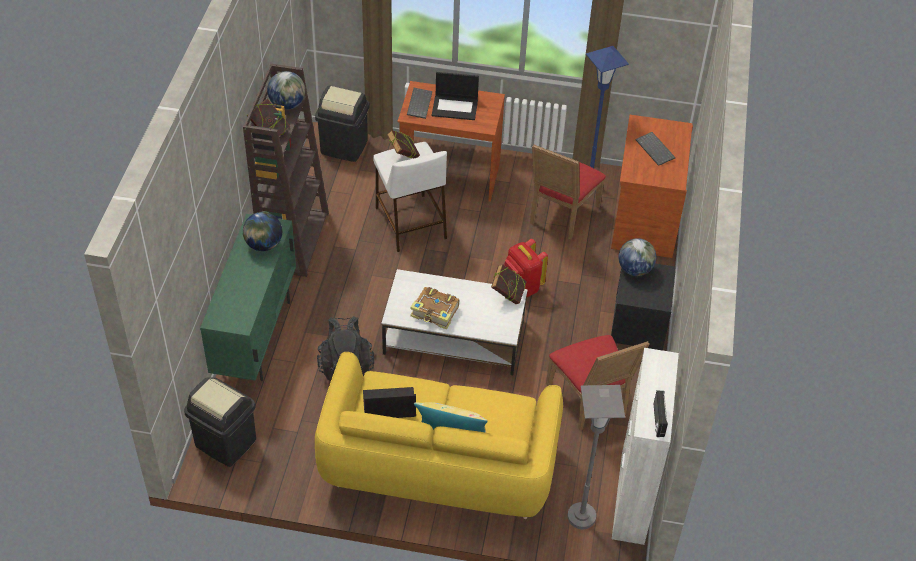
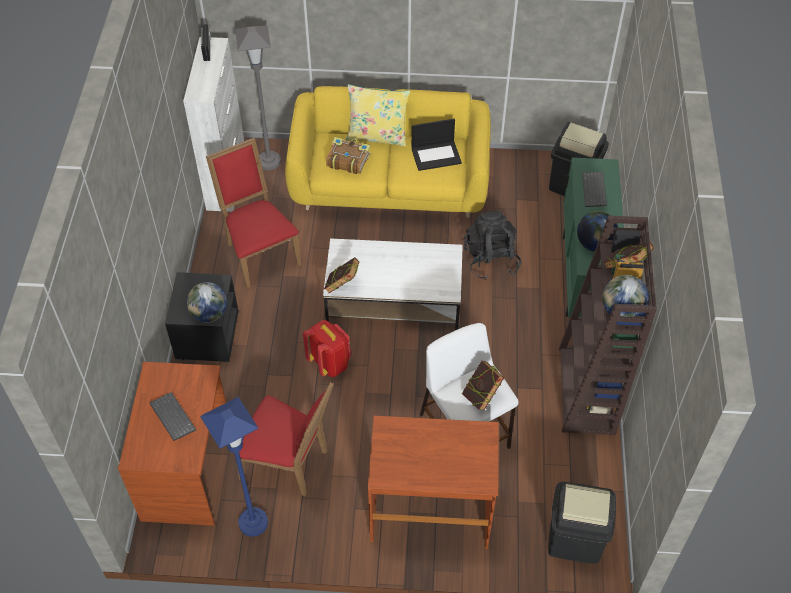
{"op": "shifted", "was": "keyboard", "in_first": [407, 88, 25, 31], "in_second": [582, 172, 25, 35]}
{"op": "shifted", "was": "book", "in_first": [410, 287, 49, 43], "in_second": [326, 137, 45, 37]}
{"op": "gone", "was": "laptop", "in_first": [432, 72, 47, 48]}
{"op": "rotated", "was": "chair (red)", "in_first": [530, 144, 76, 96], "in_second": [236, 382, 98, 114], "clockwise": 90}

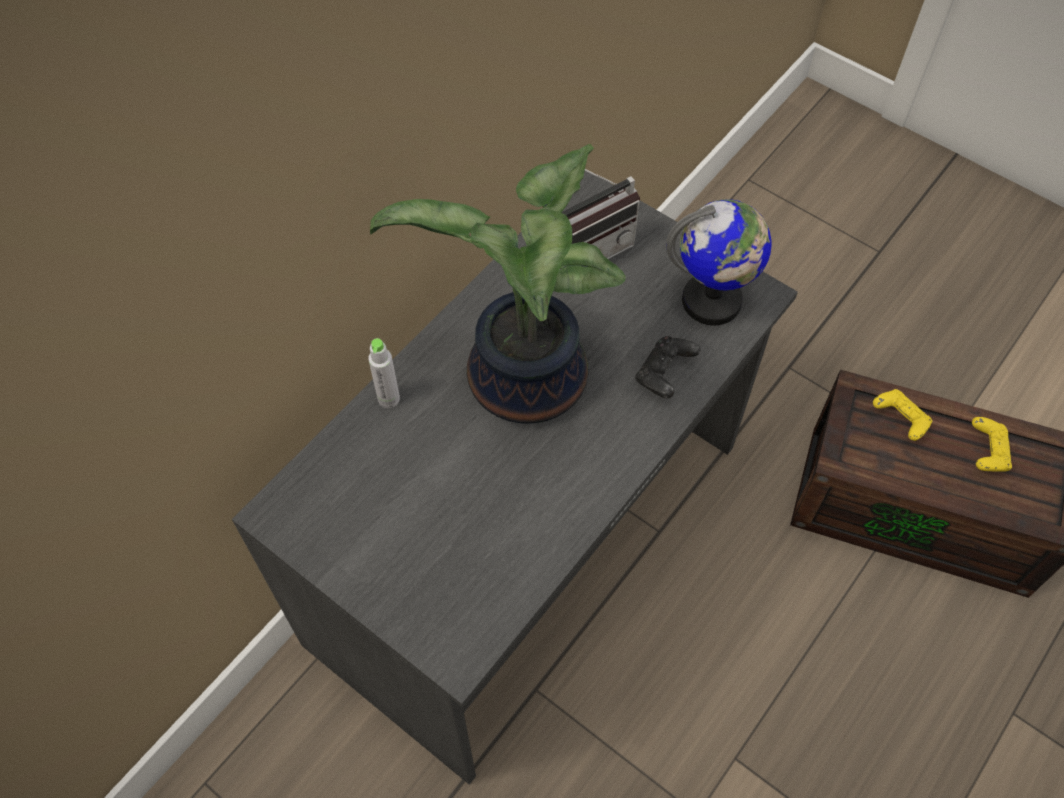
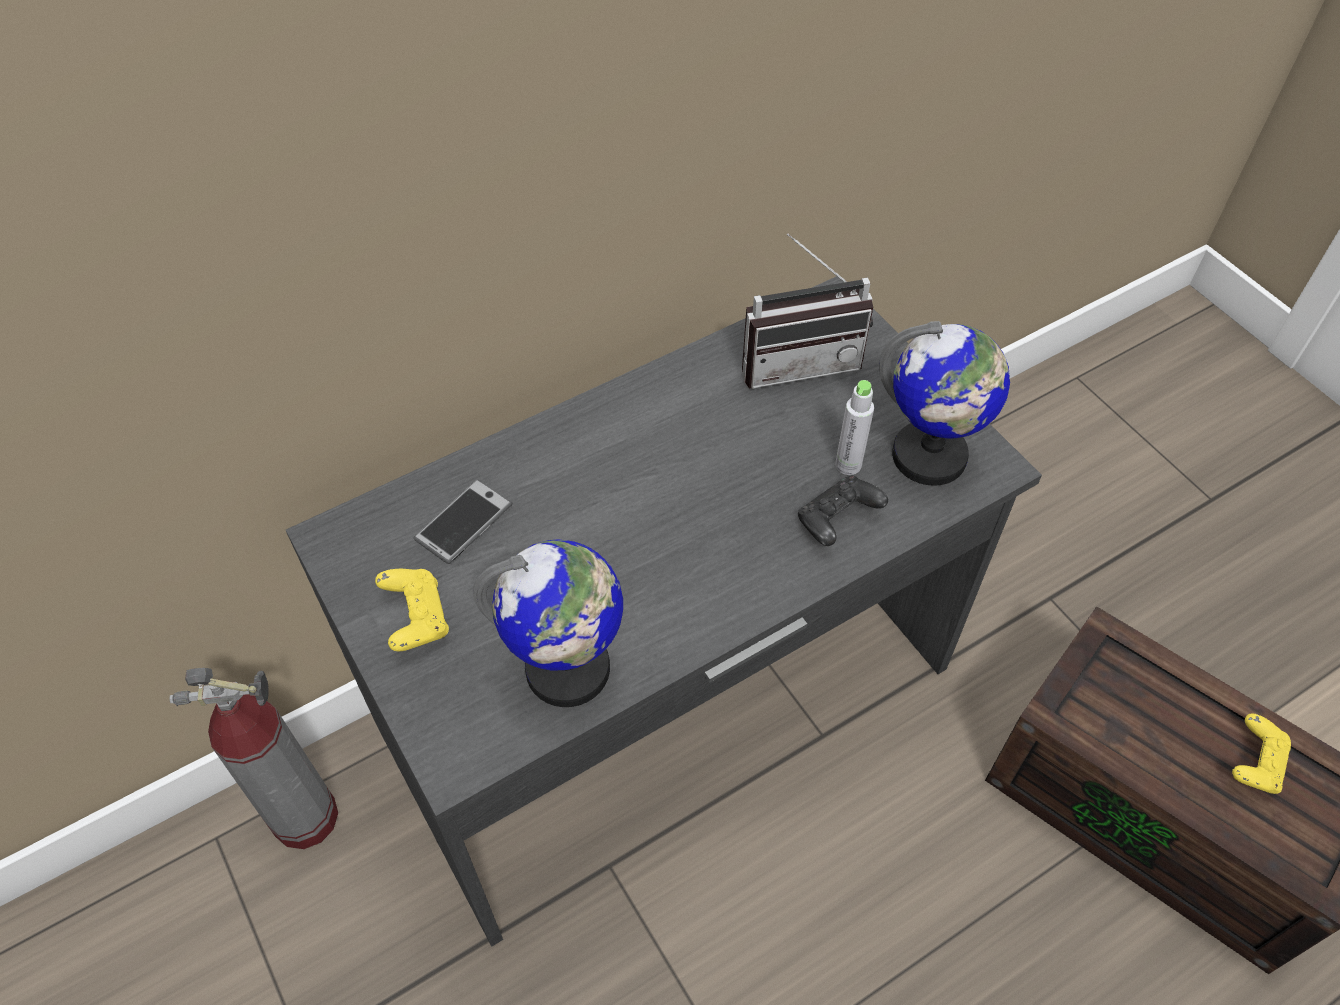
{"op": "shifted", "was": "bottle (grey)", "in_first": [368, 338, 32, 70], "in_second": [835, 380, 39, 95]}
{"op": "gone", "was": "potted plant", "in_first": [370, 144, 256, 279]}
{"op": "shifted", "was": "game controller (yellow)", "in_first": [873, 389, 60, 52], "in_second": [375, 569, 74, 82]}
{"op": "new", "now": "fire extinguisher", "in_second": [169, 668, 169, 181]}
{"op": "new", "now": "phone", "in_second": [414, 479, 99, 85]}
{"op": "new", "now": "globe", "in_second": [473, 539, 150, 168]}

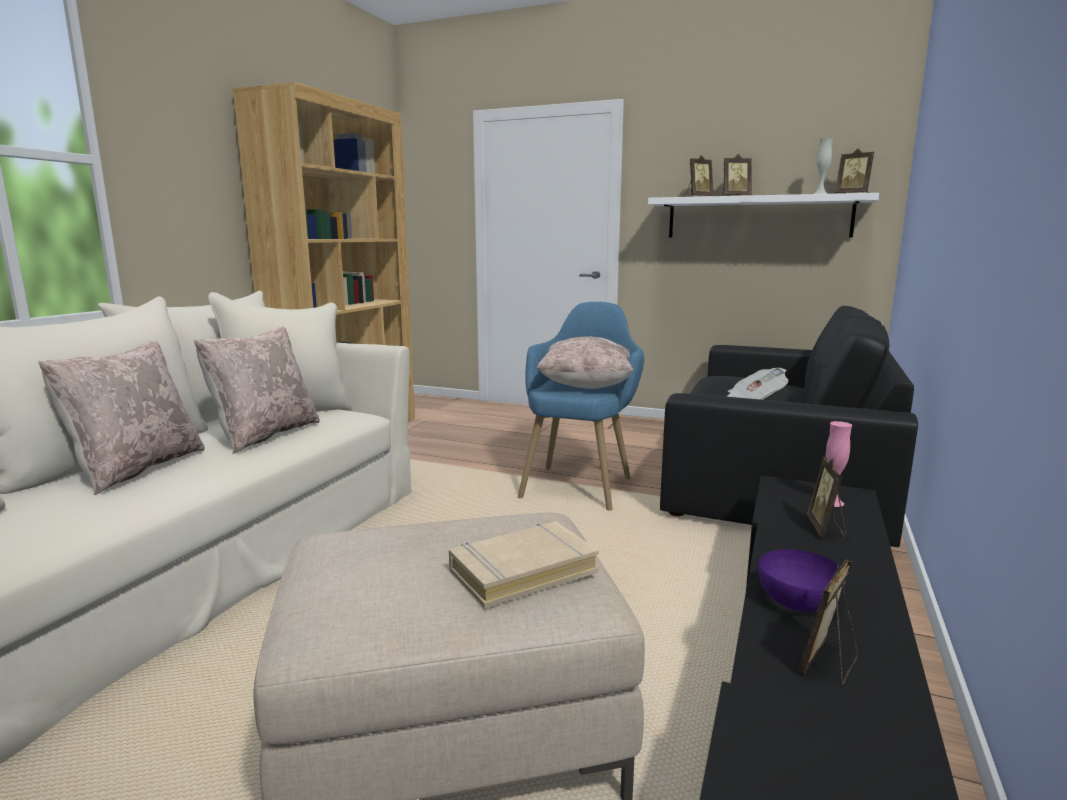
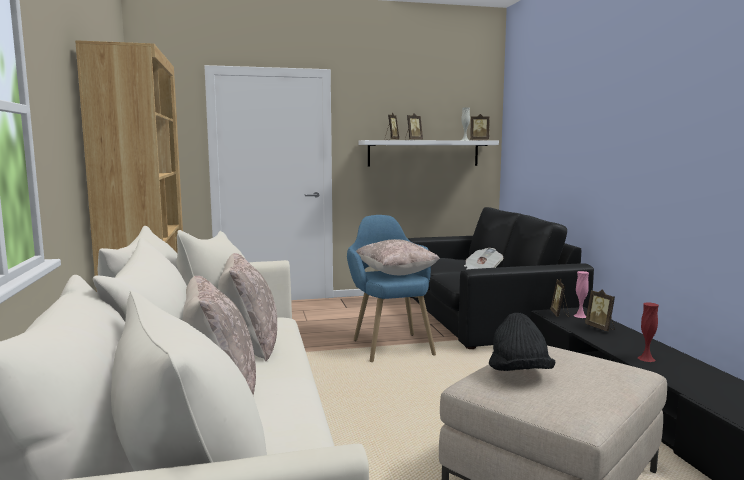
{"op": "gone", "was": "book (beige)", "in_first": [449, 521, 150, 88]}
{"op": "swapped", "was": "bowl (purple)", "now": "vase (red)", "in_first": [758, 549, 88, 63], "in_second": [638, 303, 21, 59]}
{"op": "shifted", "was": "picture frame", "in_first": [798, 560, 60, 126], "in_second": [551, 279, 18, 38]}
{"op": "new", "now": "hat (black)", "in_second": [489, 313, 66, 58]}

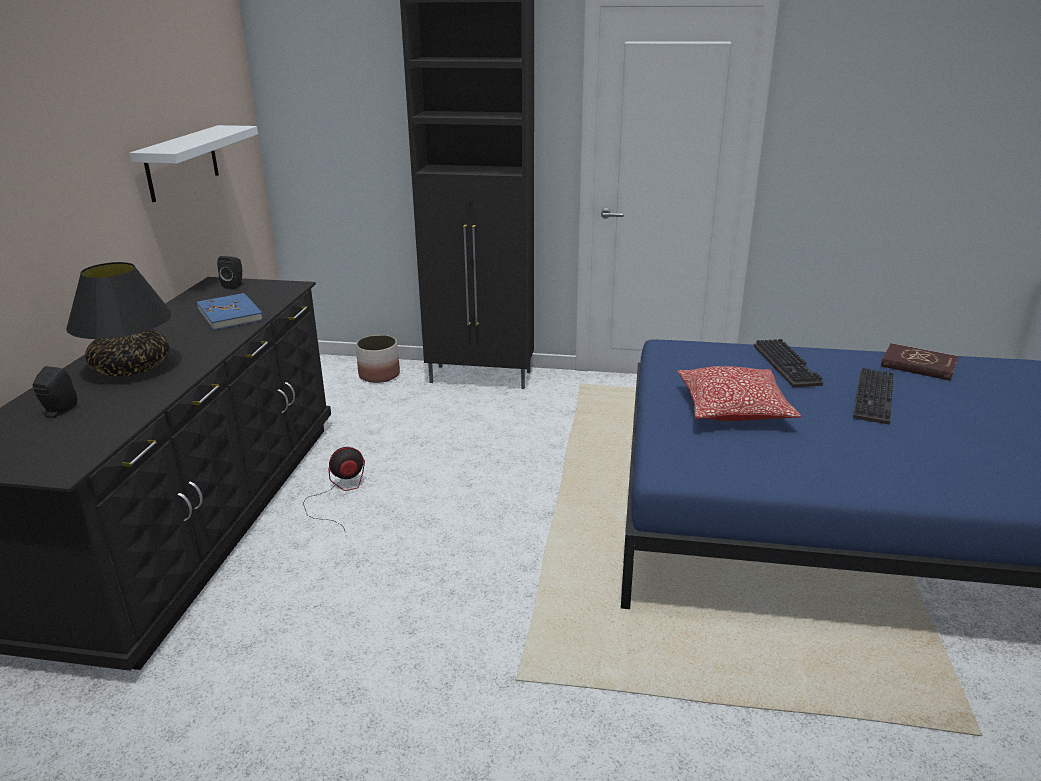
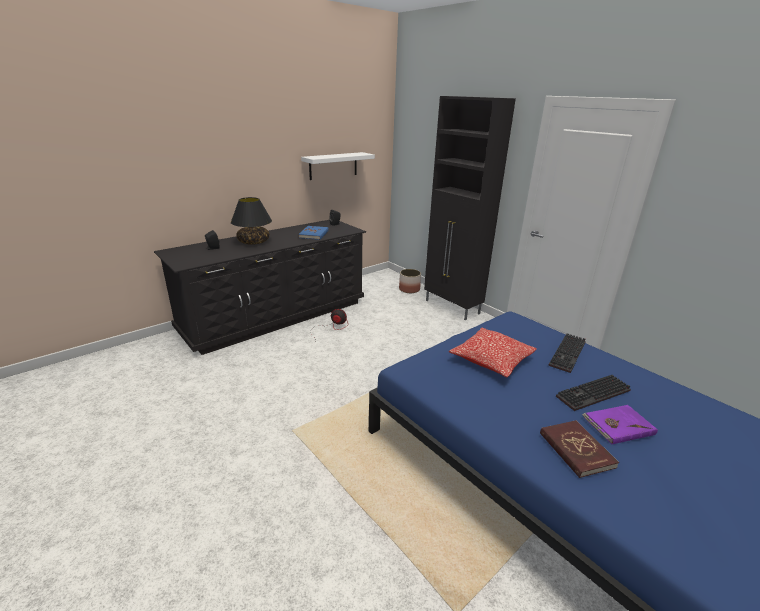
{"op": "shifted", "was": "book (red)", "in_first": [881, 343, 78, 38], "in_second": [540, 420, 79, 58]}
{"op": "new", "now": "book (purple)", "in_second": [582, 405, 76, 40]}

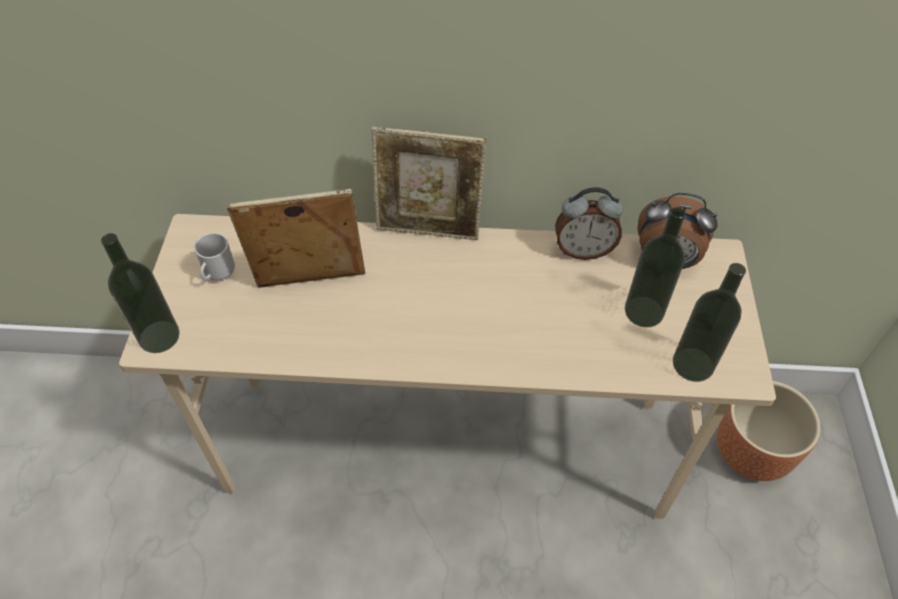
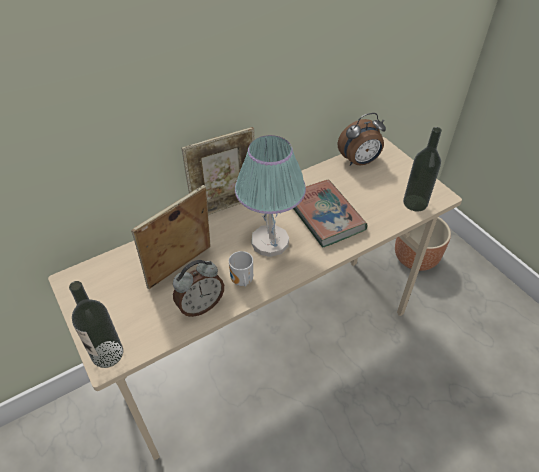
{"op": "shifted", "was": "mug", "in_first": [194, 233, 41, 47], "in_second": [229, 251, 24, 36]}
{"op": "shifted", "was": "alarm clock", "in_first": [555, 187, 68, 73], "in_second": [173, 260, 51, 57]}
{"op": "gone", "was": "bottle", "in_first": [625, 207, 61, 120]}
{"op": "new", "now": "table lamp", "in_second": [235, 135, 71, 122]}
{"op": "new", "now": "book", "in_second": [293, 180, 75, 68]}

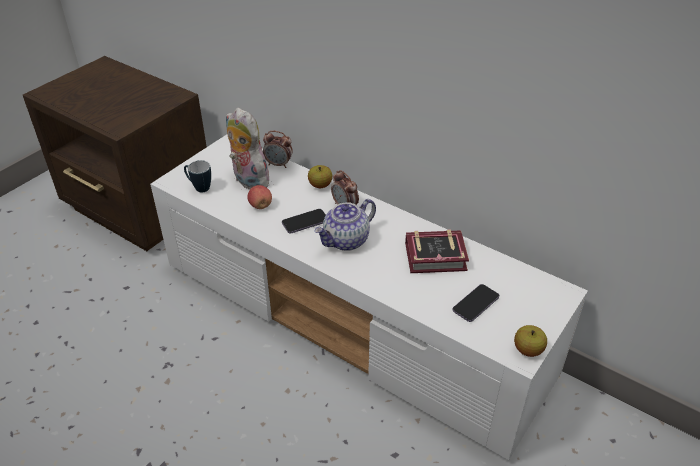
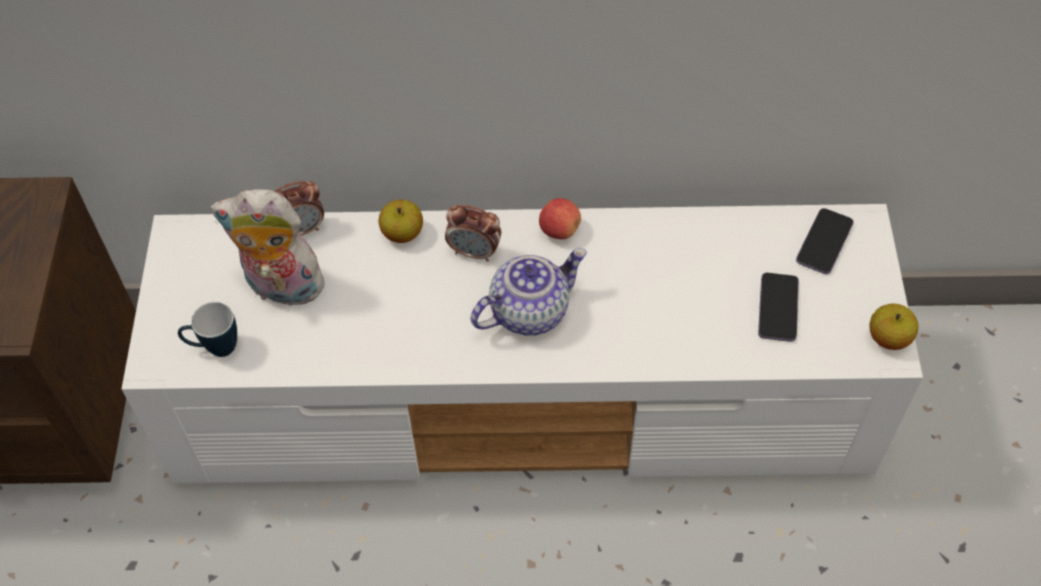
{"op": "shifted", "was": "apple", "in_first": [247, 185, 25, 24], "in_second": [539, 198, 42, 41]}
{"op": "shifted", "was": "phone", "in_first": [282, 209, 44, 24], "in_second": [796, 208, 57, 66]}
{"op": "rotated", "was": "teapot", "in_first": [314, 199, 62, 52], "in_second": [471, 248, 116, 88], "clockwise": -135}
{"op": "gone", "was": "book", "in_first": [405, 230, 64, 43]}

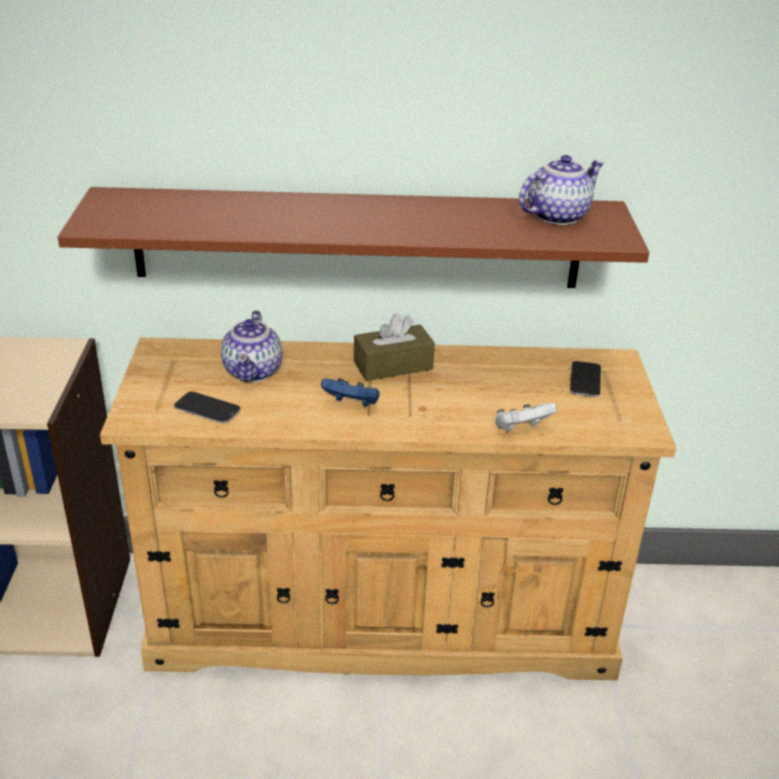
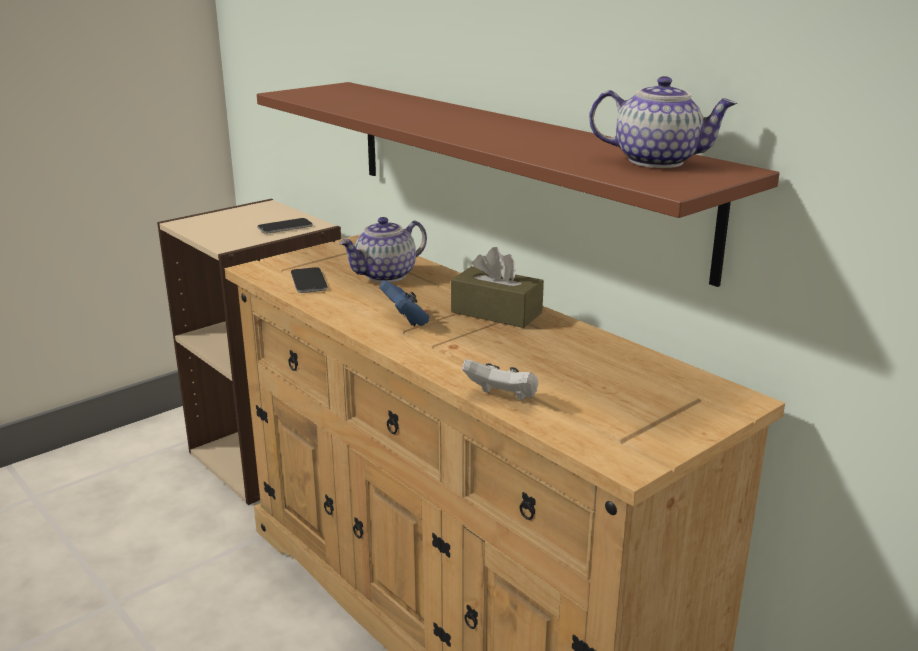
{"op": "shifted", "was": "phone", "in_first": [570, 361, 31, 36], "in_second": [257, 218, 56, 16]}

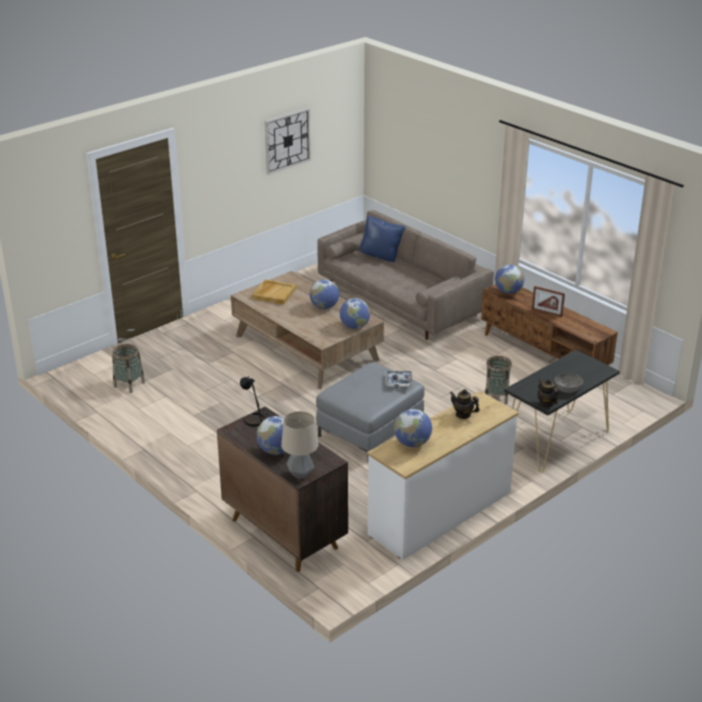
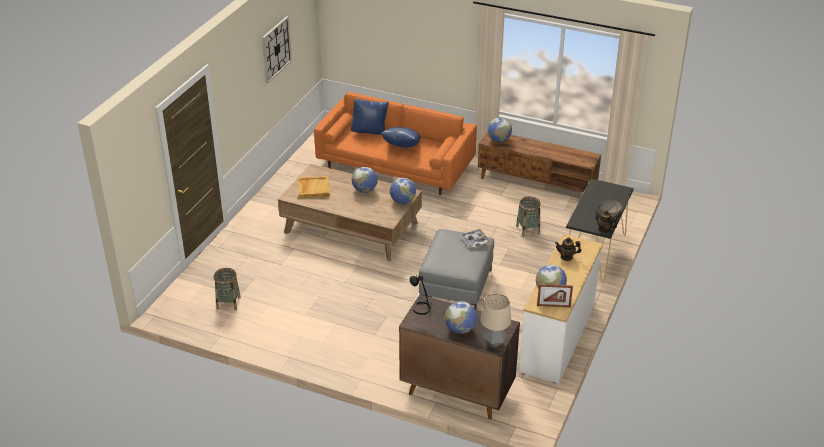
{"op": "repainted", "was": "sofa (beige)", "now": "sofa (orange)", "in_first": [317, 210, 177, 130], "in_second": [314, 92, 163, 103]}
{"op": "shifted", "was": "picture frame", "in_first": [532, 286, 33, 31], "in_second": [537, 284, 36, 23]}
{"op": "new", "now": "pillow (blue)", "in_second": [382, 127, 39, 21]}

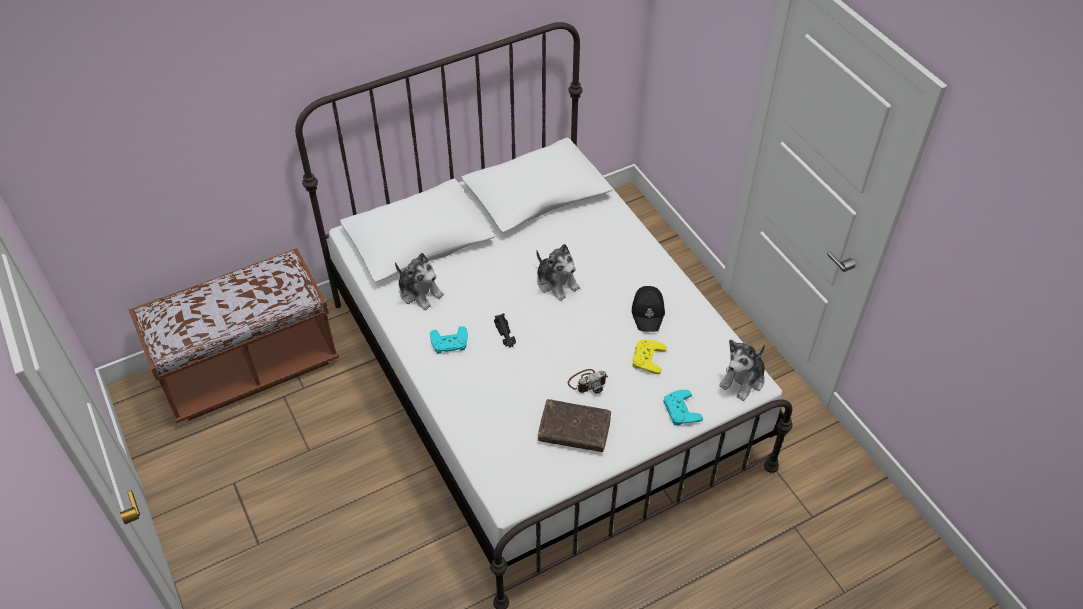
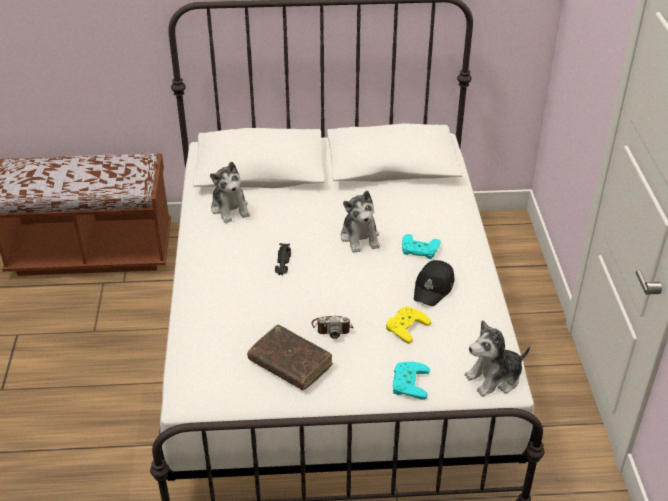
{"op": "shifted", "was": "game controller (turquoise)", "in_first": [430, 326, 38, 28], "in_second": [402, 234, 39, 25]}

